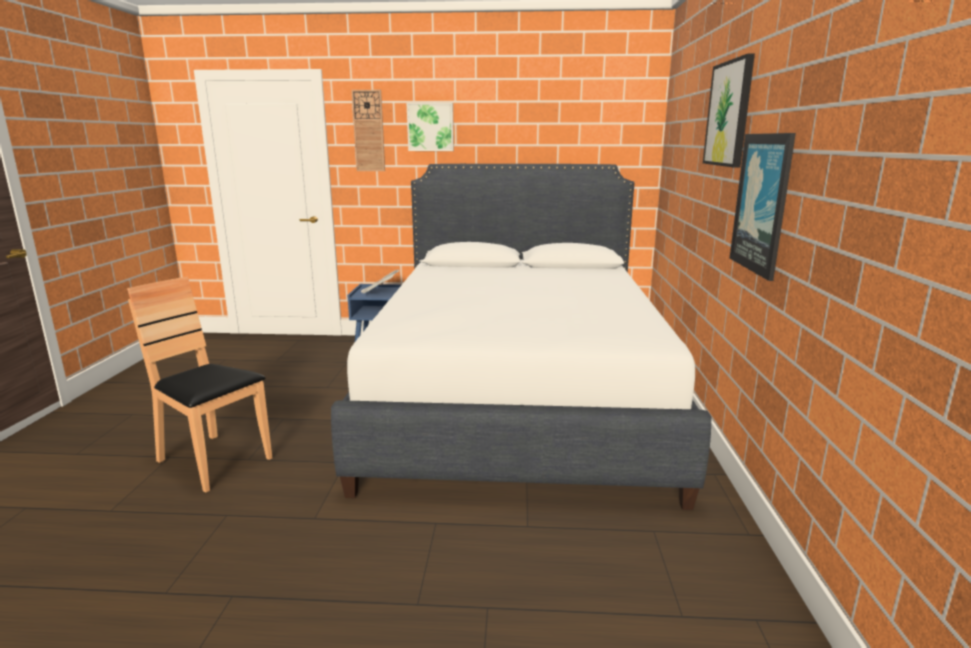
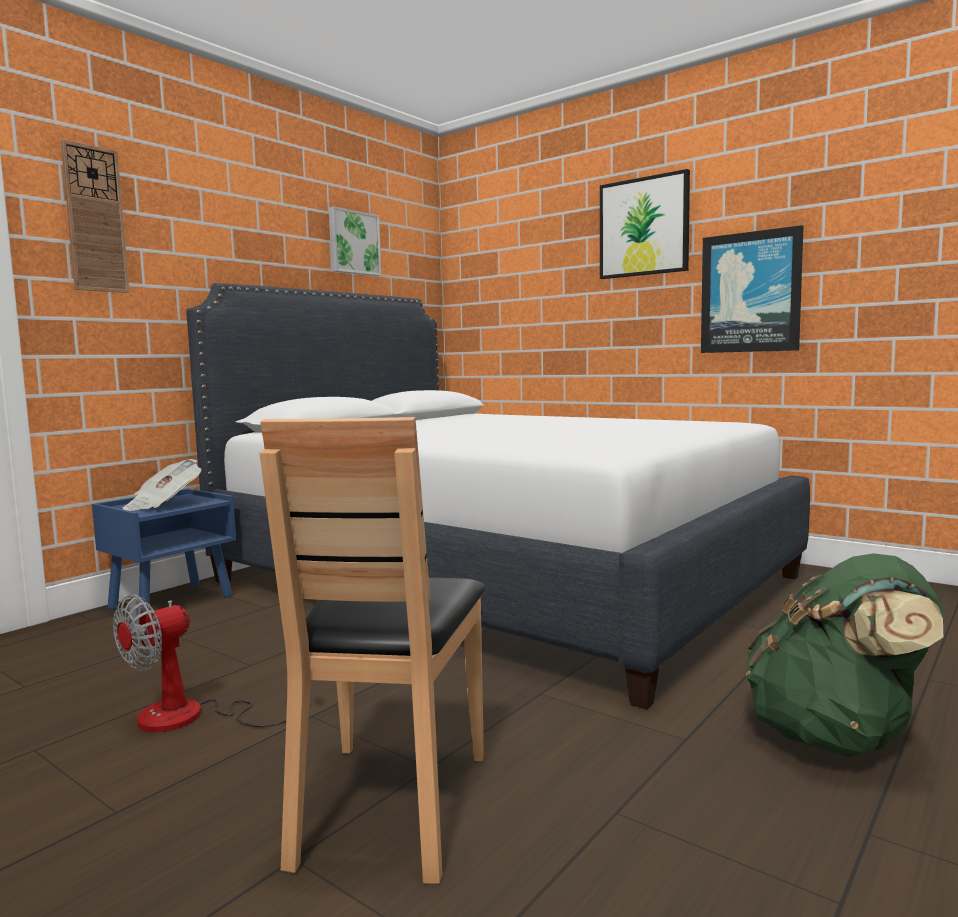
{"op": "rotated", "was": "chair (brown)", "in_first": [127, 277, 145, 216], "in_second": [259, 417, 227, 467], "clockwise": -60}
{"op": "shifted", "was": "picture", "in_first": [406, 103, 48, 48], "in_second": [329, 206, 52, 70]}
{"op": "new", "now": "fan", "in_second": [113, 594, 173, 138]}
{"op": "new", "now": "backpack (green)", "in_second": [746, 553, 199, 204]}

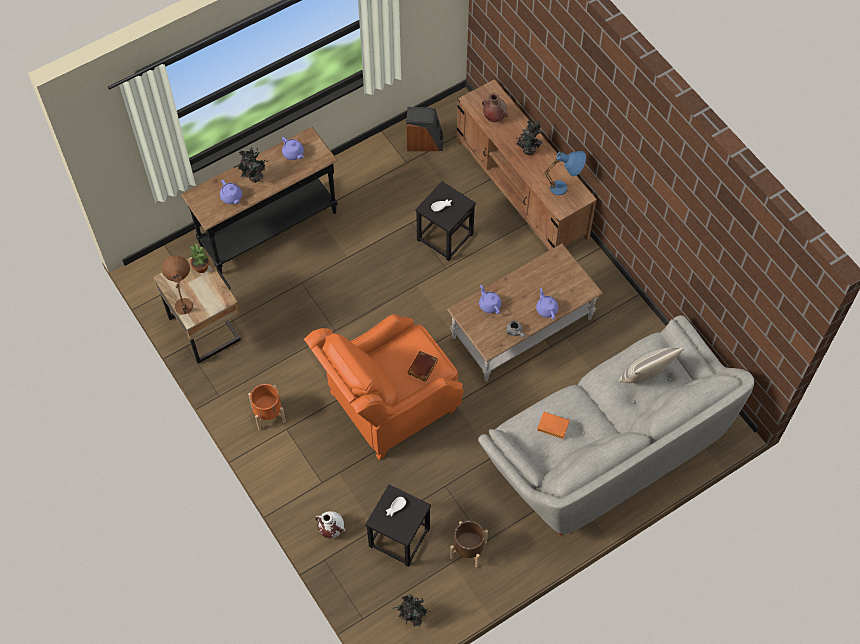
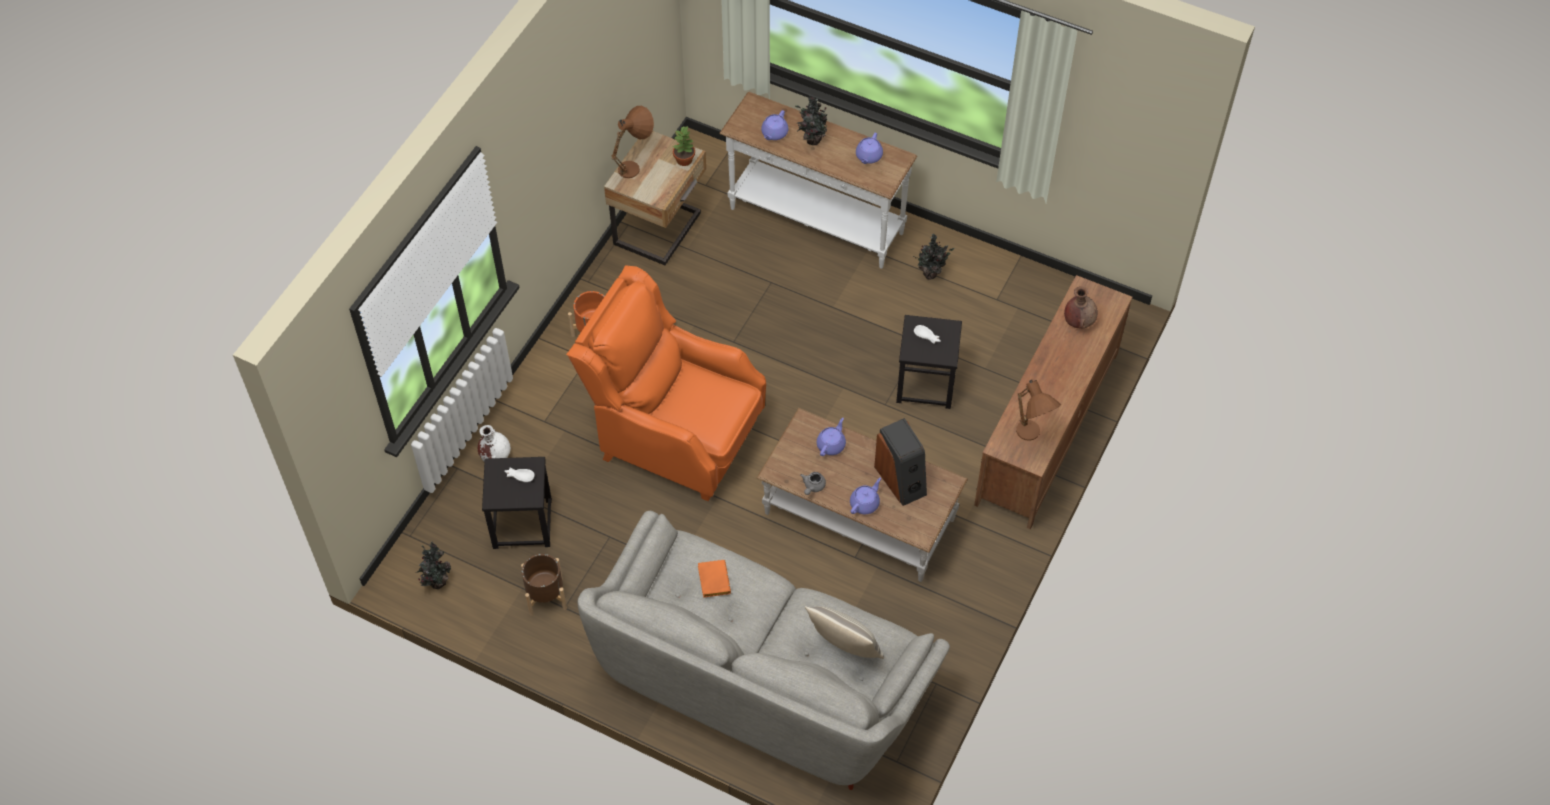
{"op": "repainted", "was": "console table (black)", "now": "console table (white)", "in_first": [181, 127, 157, 146], "in_second": [719, 92, 198, 177]}
{"op": "shifted", "was": "speaker", "in_first": [406, 107, 38, 44], "in_second": [874, 418, 53, 88]}
{"op": "gone", "was": "book (brown)", "in_first": [407, 351, 31, 31]}
{"op": "shifted", "was": "potted plant", "in_first": [516, 120, 27, 35], "in_second": [913, 234, 41, 46]}
{"op": "repainted", "was": "table lamp (blue)", "now": "table lamp (brown)", "in_first": [544, 151, 42, 44], "in_second": [1016, 380, 45, 61]}

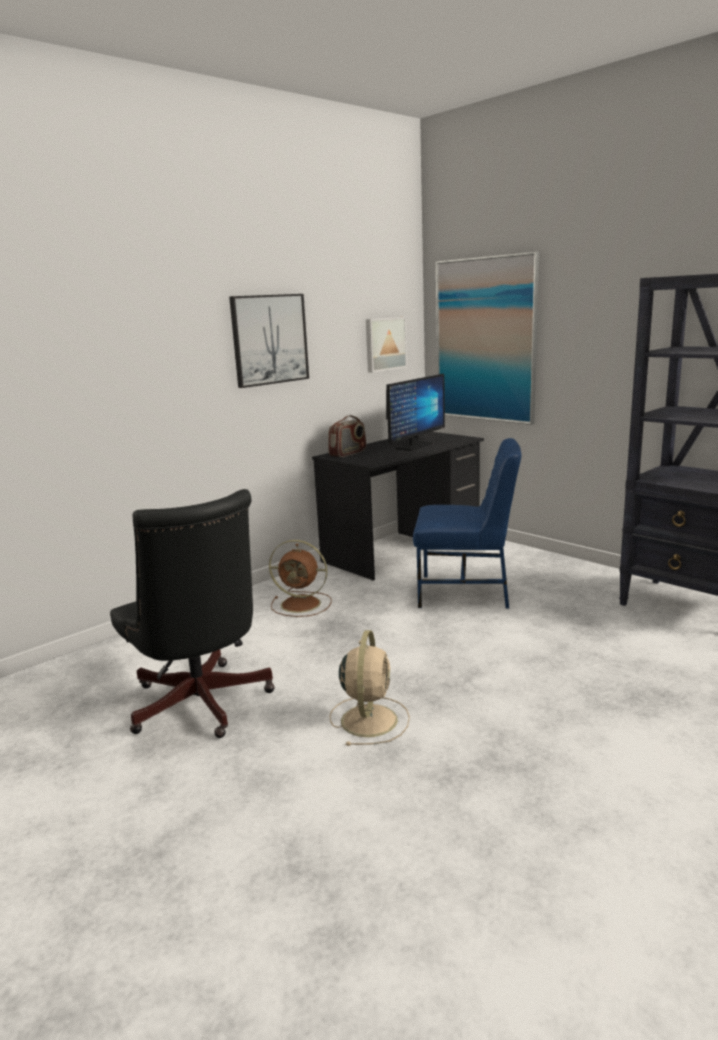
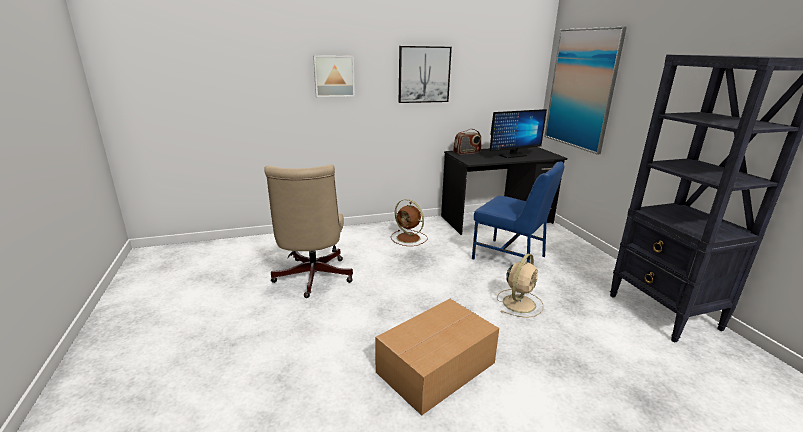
{"op": "repainted", "was": "office chair (black)", "now": "office chair (beige)", "in_first": [110, 489, 165, 249], "in_second": [264, 164, 89, 134]}
{"op": "shifted", "was": "fan (beige)", "in_first": [330, 630, 80, 116], "in_second": [497, 254, 47, 64]}
{"op": "shifted", "was": "picture", "in_first": [366, 317, 41, 56], "in_second": [313, 55, 42, 42]}
{"op": "new", "now": "cardboard box", "in_second": [375, 299, 124, 116]}

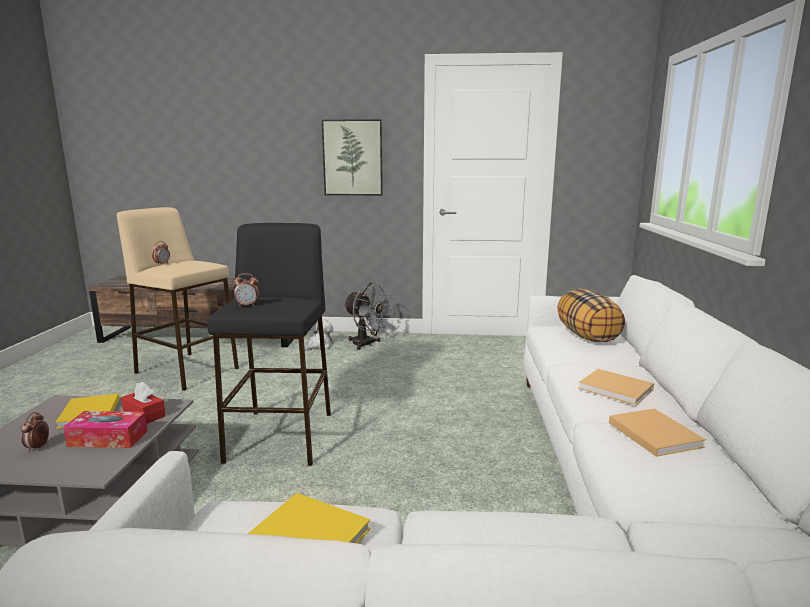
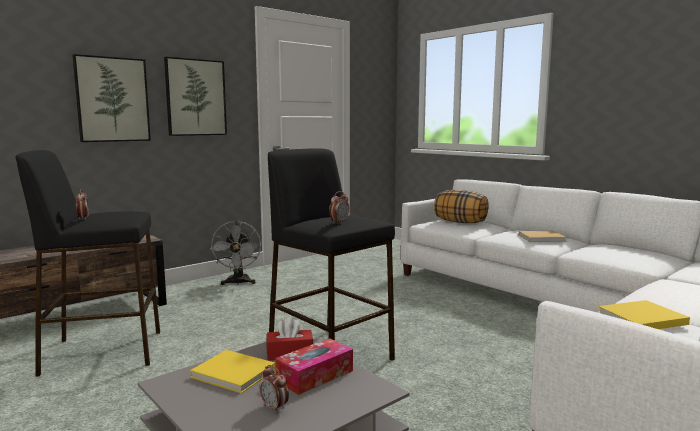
{"op": "repainted", "was": "stool (beige)", "now": "stool (black)", "in_first": [117, 207, 122, 184], "in_second": [15, 150, 145, 227]}
{"op": "gone", "was": "plush toy", "in_first": [304, 320, 29, 31]}
{"op": "rotated", "was": "fan (grey)", "in_first": [344, 283, 48, 67], "in_second": [210, 220, 51, 65], "clockwise": 90}
{"op": "gone", "was": "book (beige)", "in_first": [609, 408, 97, 49]}
{"op": "new", "now": "picture", "in_second": [72, 54, 79, 88]}

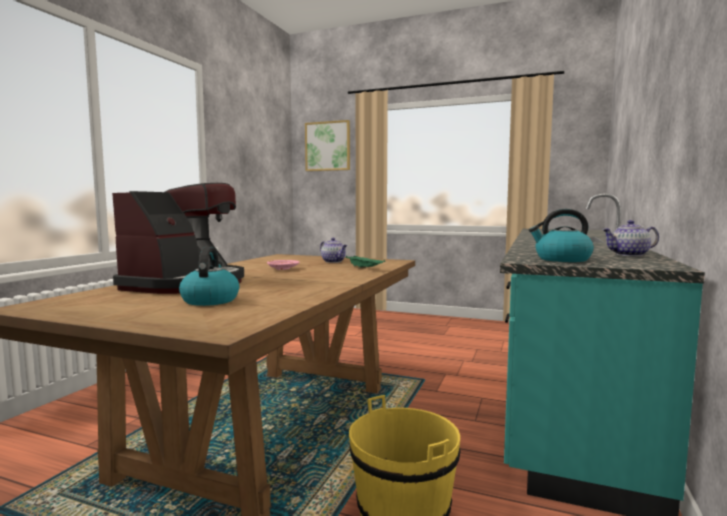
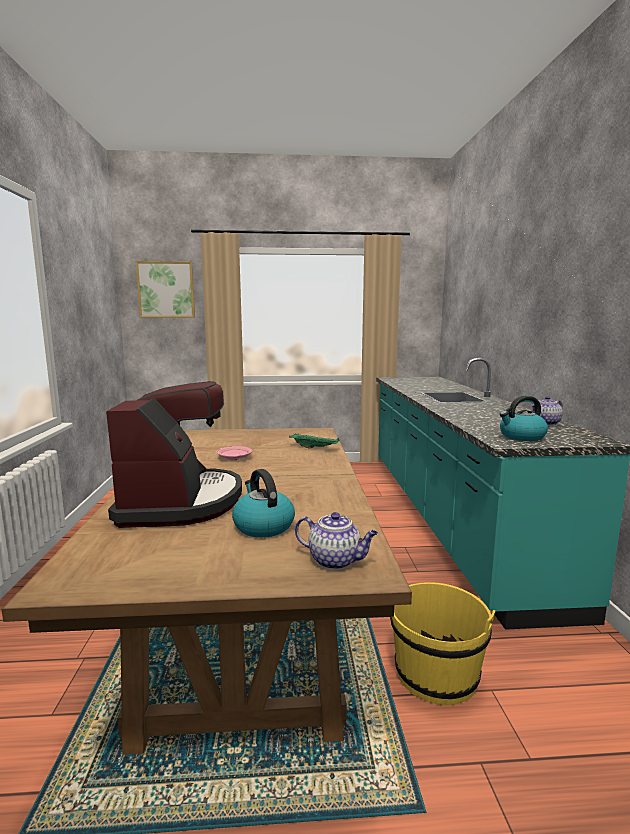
{"op": "shifted", "was": "teapot", "in_first": [320, 238, 27, 25], "in_second": [295, 512, 83, 58]}

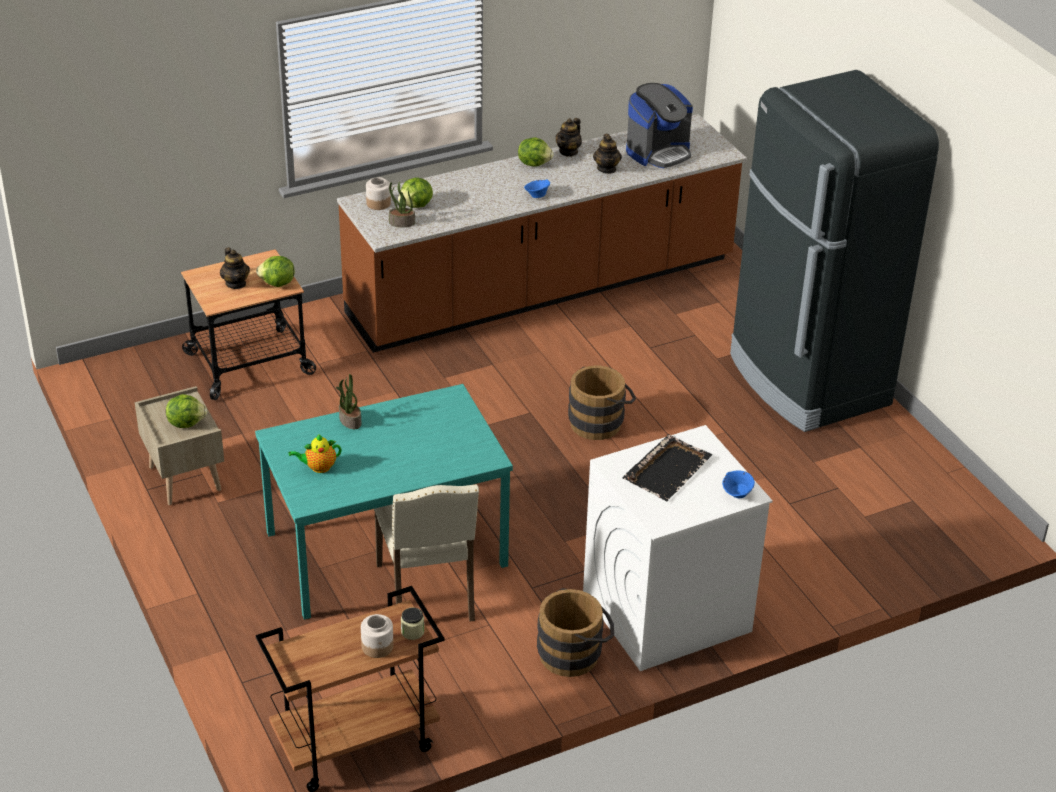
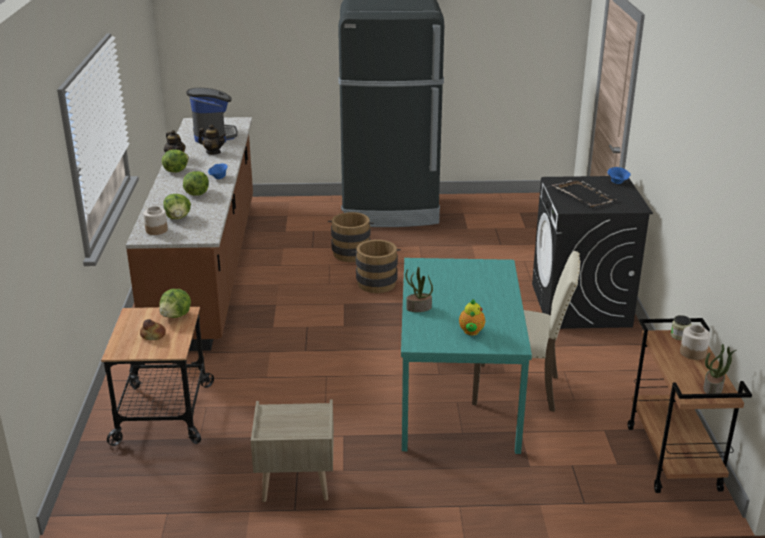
{"op": "shifted", "was": "lettuce", "in_first": [166, 394, 42, 34], "in_second": [183, 171, 26, 25]}
{"op": "swapped", "was": "teapot", "now": "bread", "in_first": [220, 247, 30, 42], "in_second": [140, 319, 26, 21]}
{"op": "shifted", "was": "potted plant", "in_first": [389, 182, 26, 45], "in_second": [703, 344, 33, 50]}
{"op": "shifted", "was": "bucket (brown)", "in_first": [537, 588, 77, 89], "in_second": [328, 212, 46, 50]}
{"op": "repainted", "was": "washing machine (white)", "now": "washing machine (black)", "in_first": [583, 425, 190, 246], "in_second": [532, 176, 121, 153]}

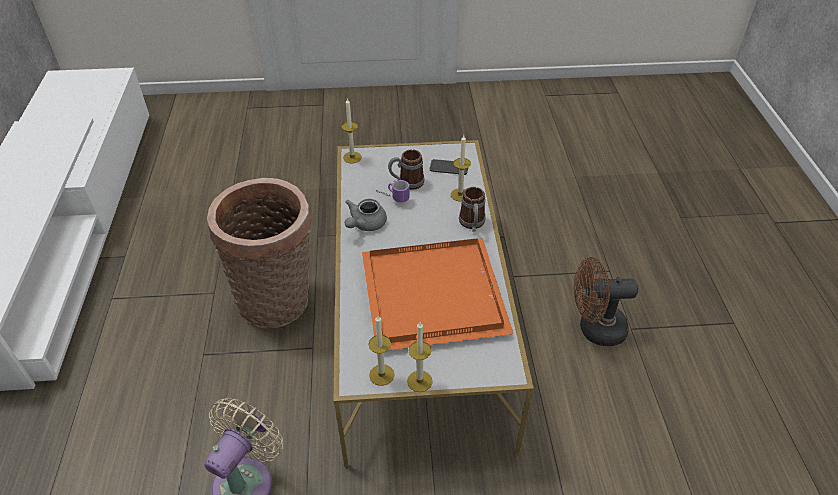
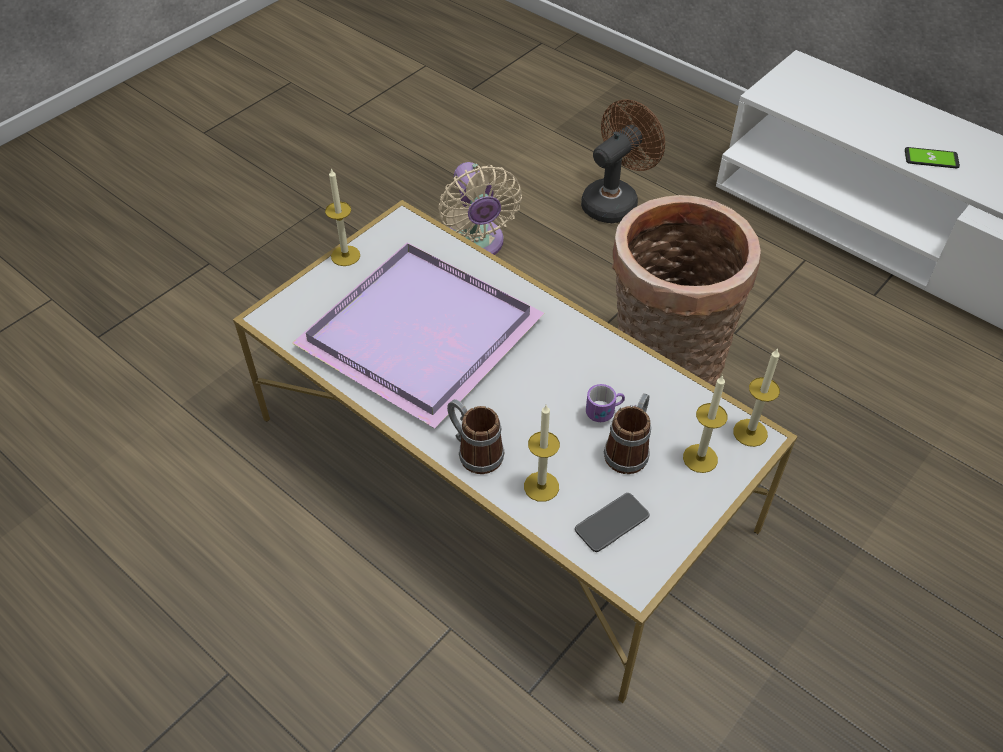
{"op": "gone", "was": "teapot (grey)", "in_first": [345, 199, 42, 32]}
{"op": "repainted", "was": "tray (orange)", "now": "tray (purple)", "in_first": [362, 238, 152, 112], "in_second": [292, 242, 253, 186]}
{"op": "shifted", "was": "candle", "in_first": [368, 316, 27, 70], "in_second": [683, 375, 44, 98]}
{"op": "shifted", "was": "fan (brown)", "in_first": [574, 257, 64, 89], "in_second": [581, 99, 84, 124]}
{"op": "new", "now": "phone", "in_second": [905, 147, 55, 21]}

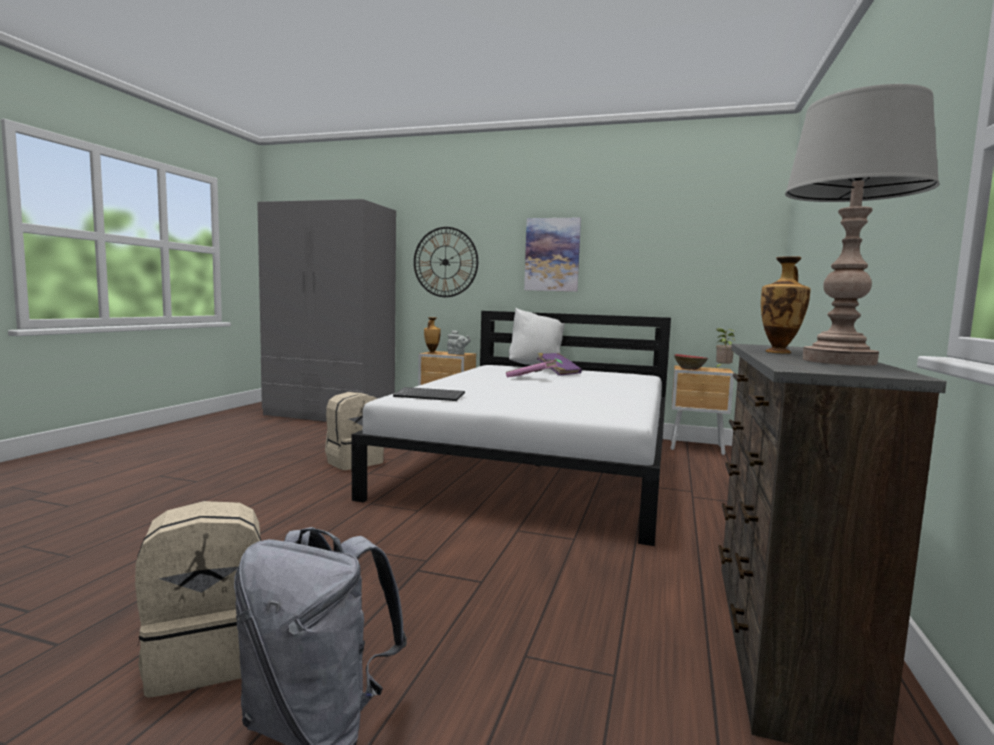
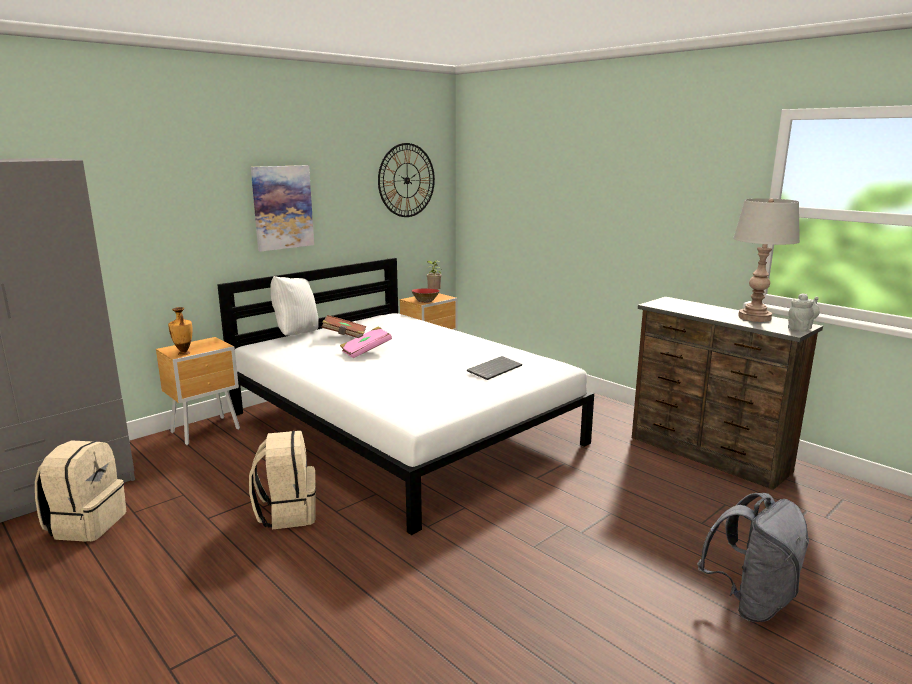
{"op": "shifted", "was": "backpack (beige)", "in_first": [135, 501, 126, 197], "in_second": [35, 440, 91, 102]}
{"op": "shifted", "was": "keyboard", "in_first": [393, 387, 72, 14], "in_second": [467, 356, 55, 24]}
{"op": "shifted", "was": "wall clock", "in_first": [414, 227, 64, 70], "in_second": [378, 143, 57, 74]}
{"op": "shifted", "was": "teapot (grey)", "in_first": [447, 330, 24, 25], "in_second": [788, 293, 31, 38]}
{"op": "repainted", "was": "book (purple)", "now": "book (brown)", "in_first": [537, 353, 45, 23], "in_second": [321, 315, 45, 22]}
{"op": "gone", "was": "vase", "in_first": [761, 256, 49, 97]}

